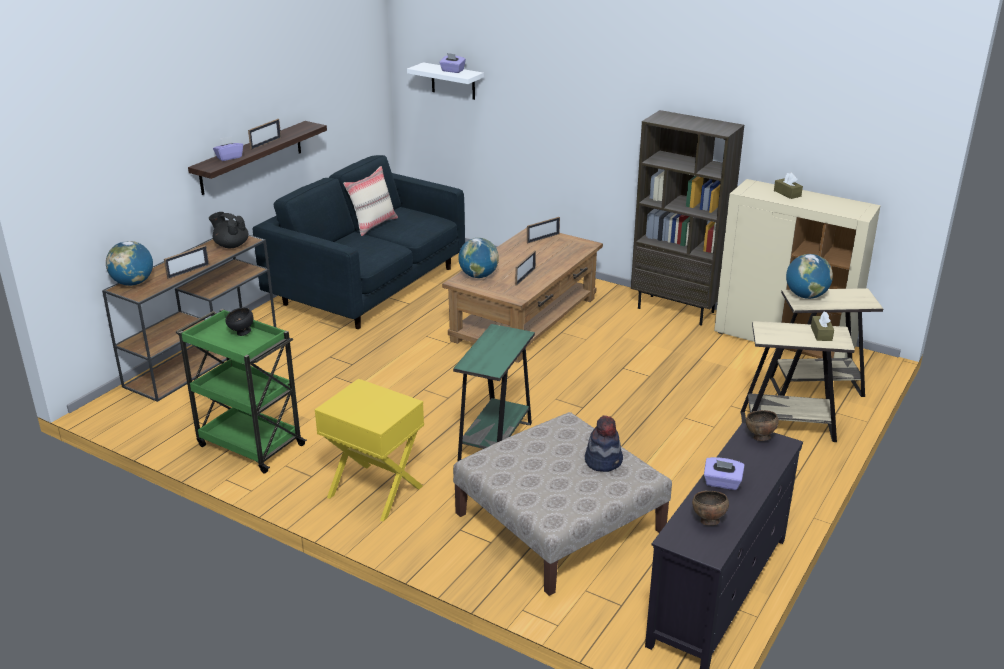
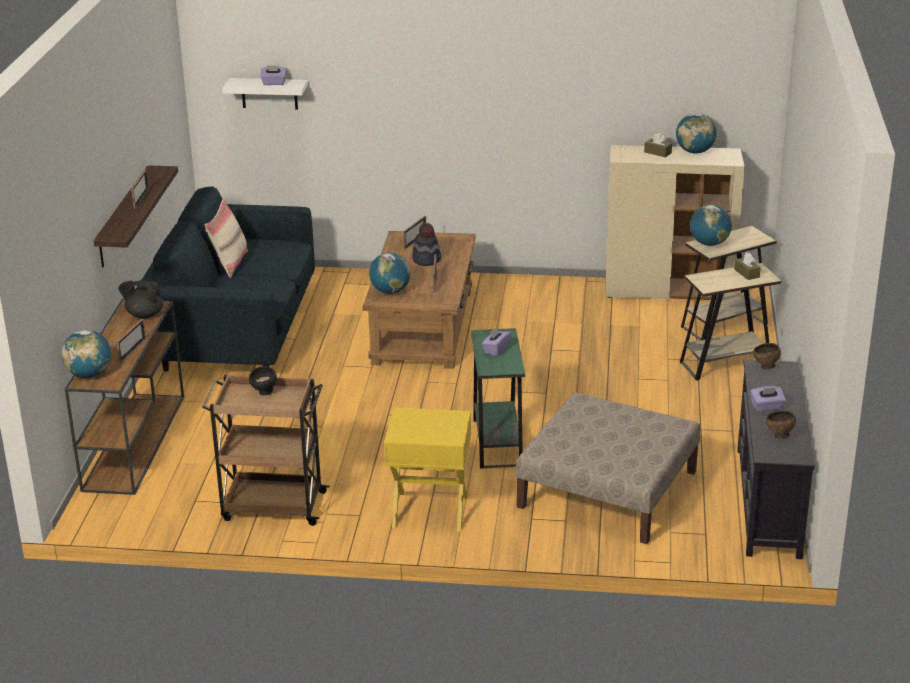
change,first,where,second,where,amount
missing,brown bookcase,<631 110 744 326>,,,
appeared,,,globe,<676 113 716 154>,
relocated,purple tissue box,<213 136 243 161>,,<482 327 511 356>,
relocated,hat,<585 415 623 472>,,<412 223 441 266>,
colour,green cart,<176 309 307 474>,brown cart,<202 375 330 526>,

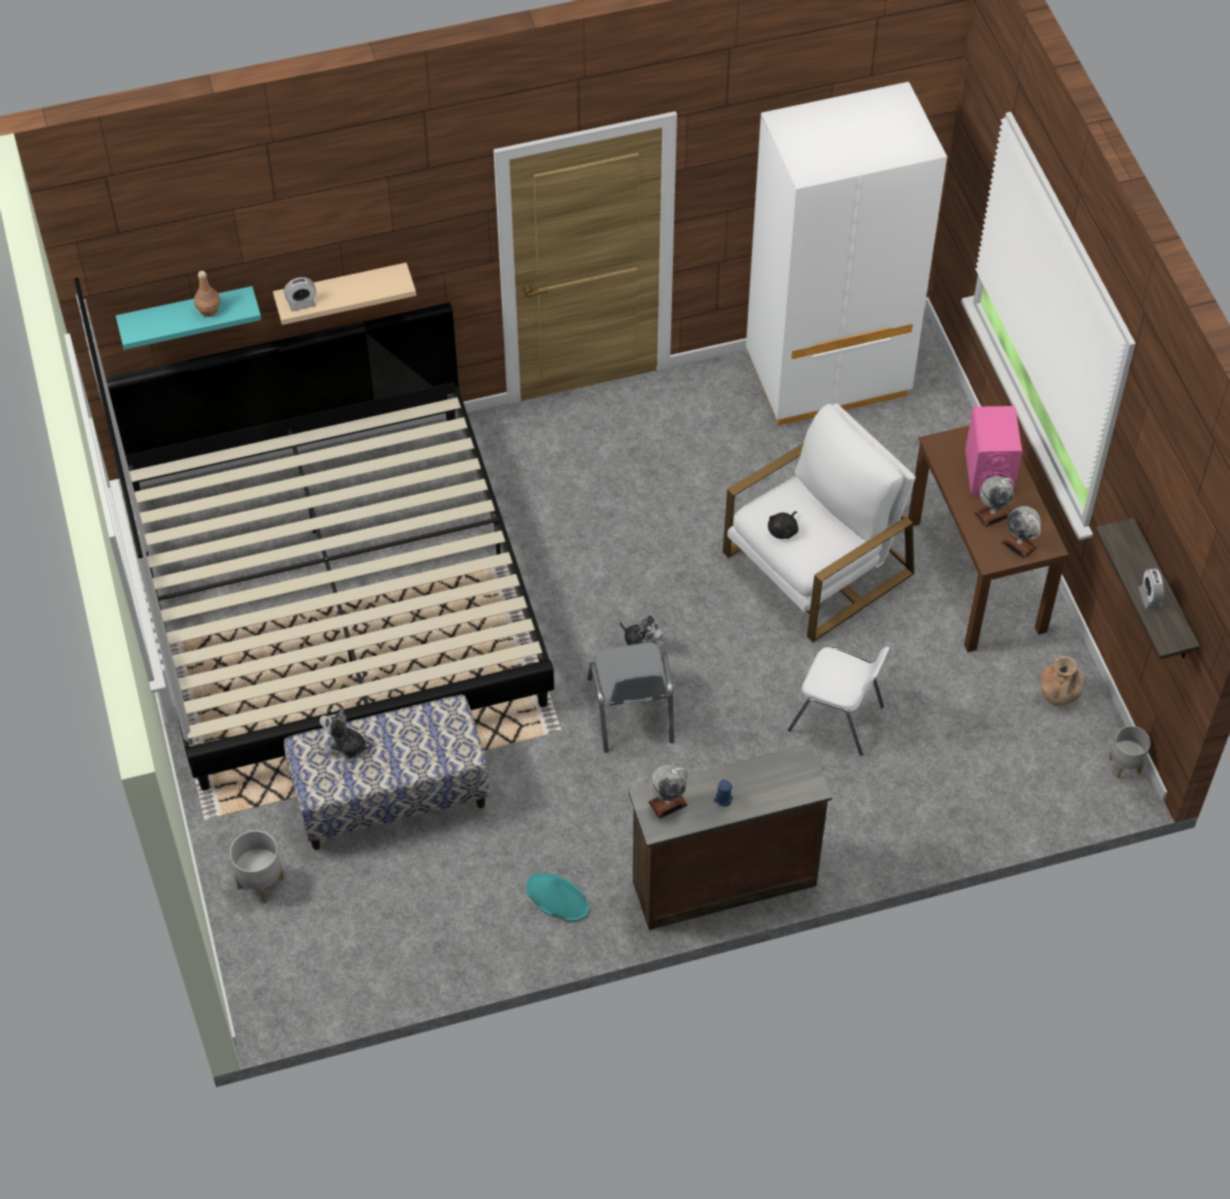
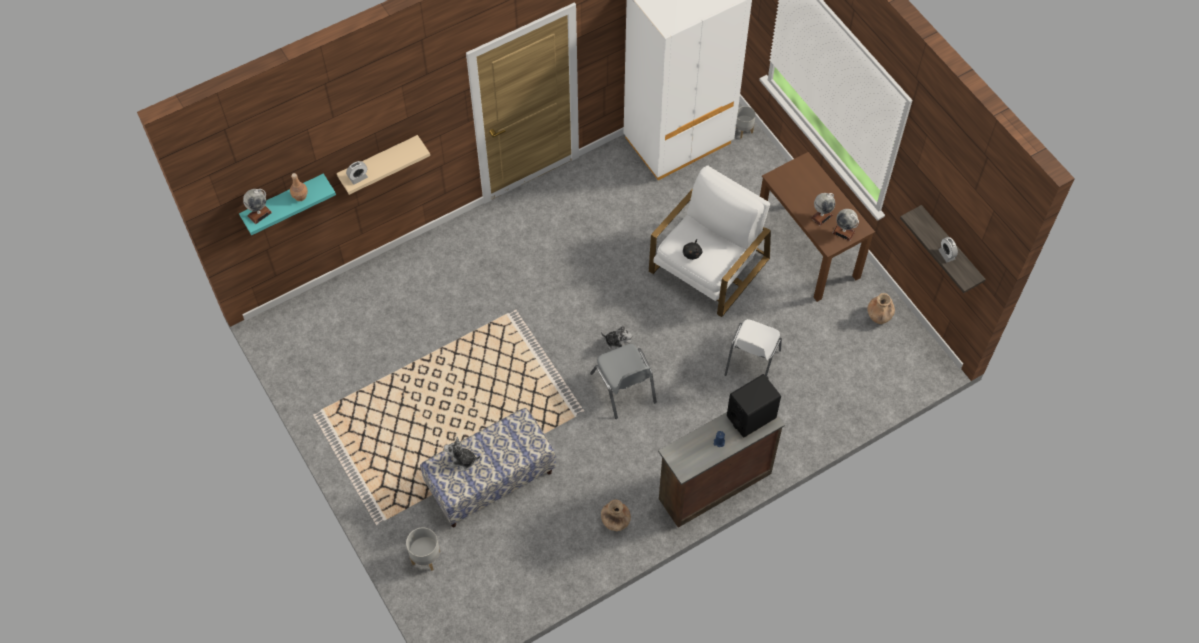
change,first,where,second,where,amount
missing,bed,<105 303 554 791>,,,
missing,pink speaker,<965 406 1022 496>,,,
appeared,,,black speaker,<727 374 781 438>,
relocated,globe,<648 765 688 819>,,<243 189 272 224>,
relocated,grey planter,<1109 726 1151 779>,,<736 106 756 139>,
exchanged,turquoise hat,<526 873 589 922>,brown vase,<601 500 631 532>,
spun,white chair,<788 647 889 756>,,<725 319 782 377>,105 degrees clockwise

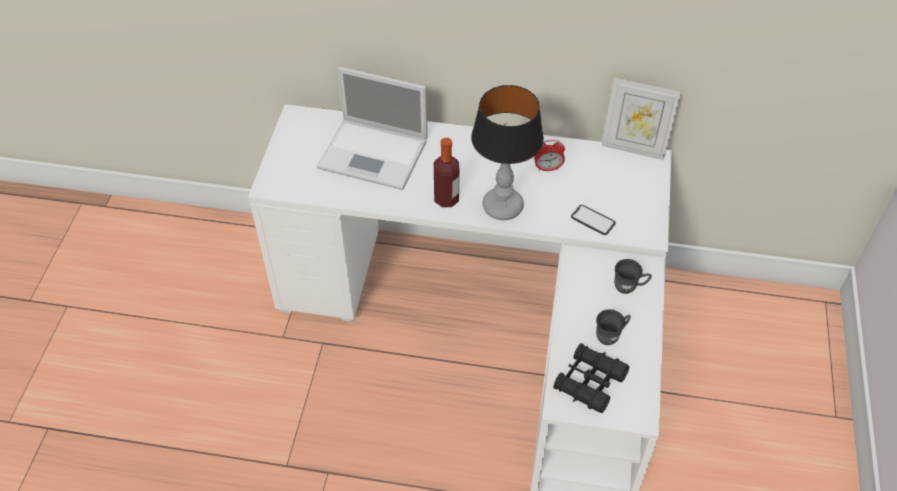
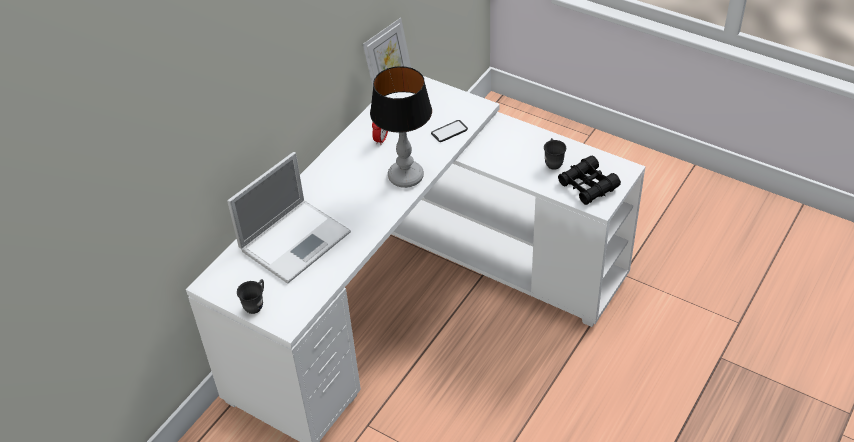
change,first,where,second,where,amount
missing,bottle,<434 138 459 207>,,,
relocated,grey mug,<614 259 652 294>,,<237 279 264 314>,

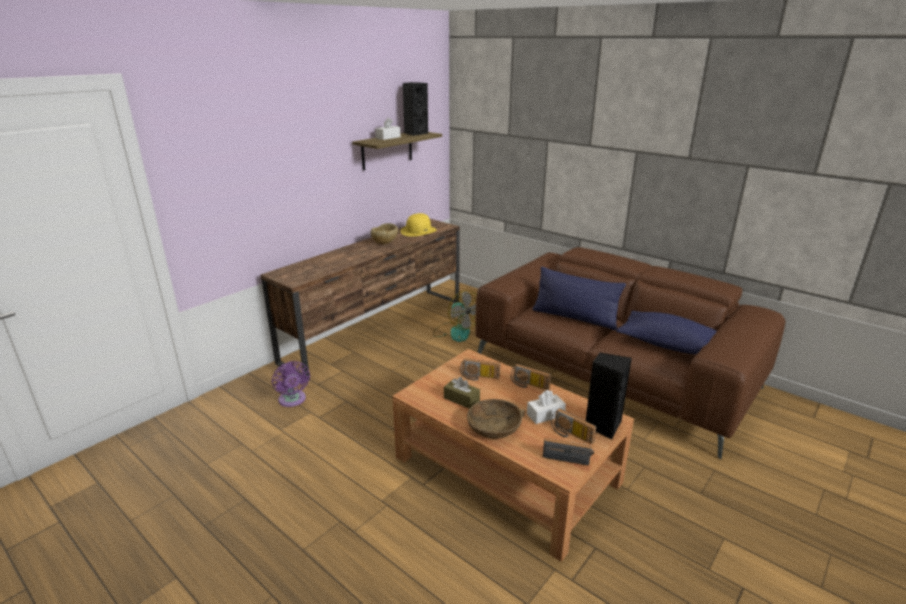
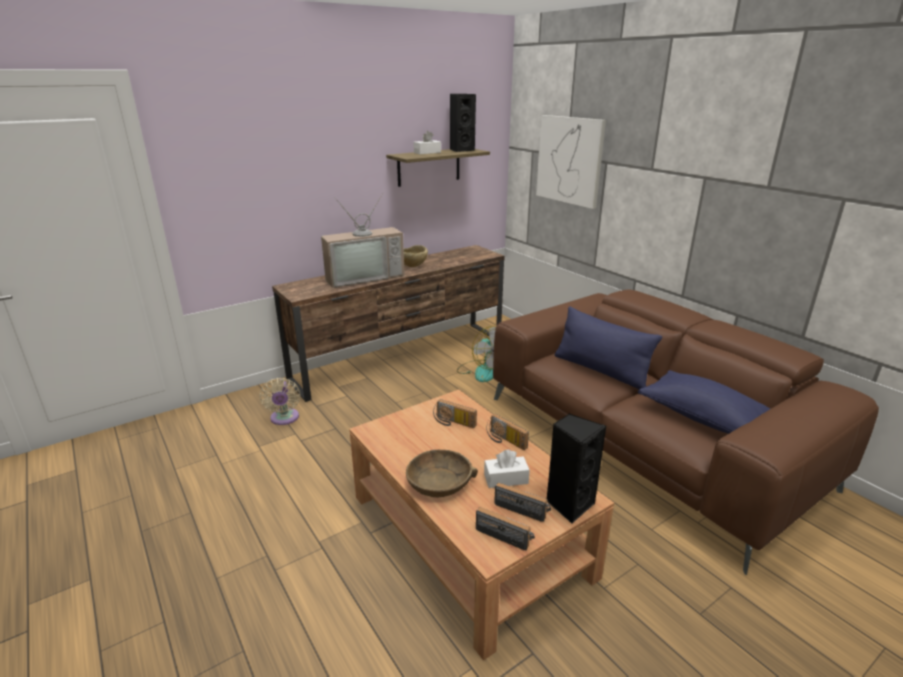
change,first,where,second,where,amount
missing,yellow hat,<400 213 437 237>,,,
missing,brown tissue box,<444 377 480 409>,,,
appeared,,,television,<321 193 405 288>,
appeared,,,picture,<536 115 606 209>,
colour,purple fan,<272 361 310 407>,beige fan,<259 378 301 425>,
spun,radio,<551 408 596 444>,,<494 483 551 522>,150 degrees clockwise

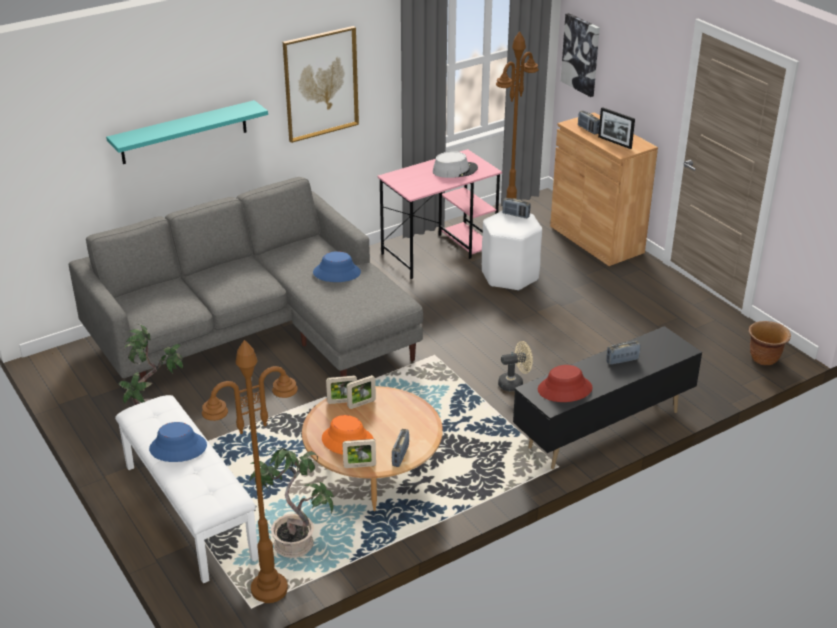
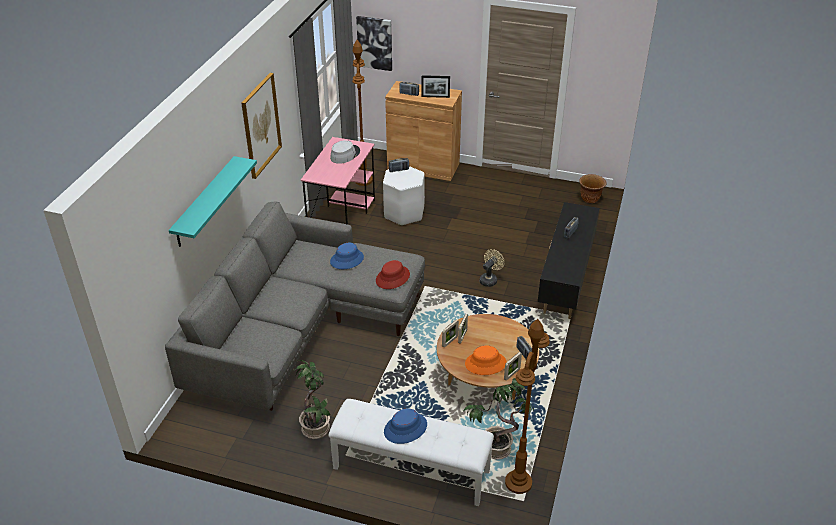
change,first,where,second,where,amount
relocated,red hat,<538 365 593 402>,,<376 260 410 289>,

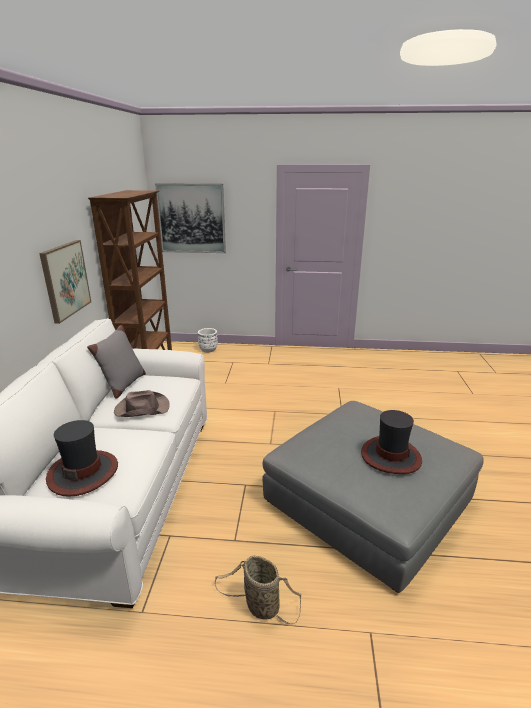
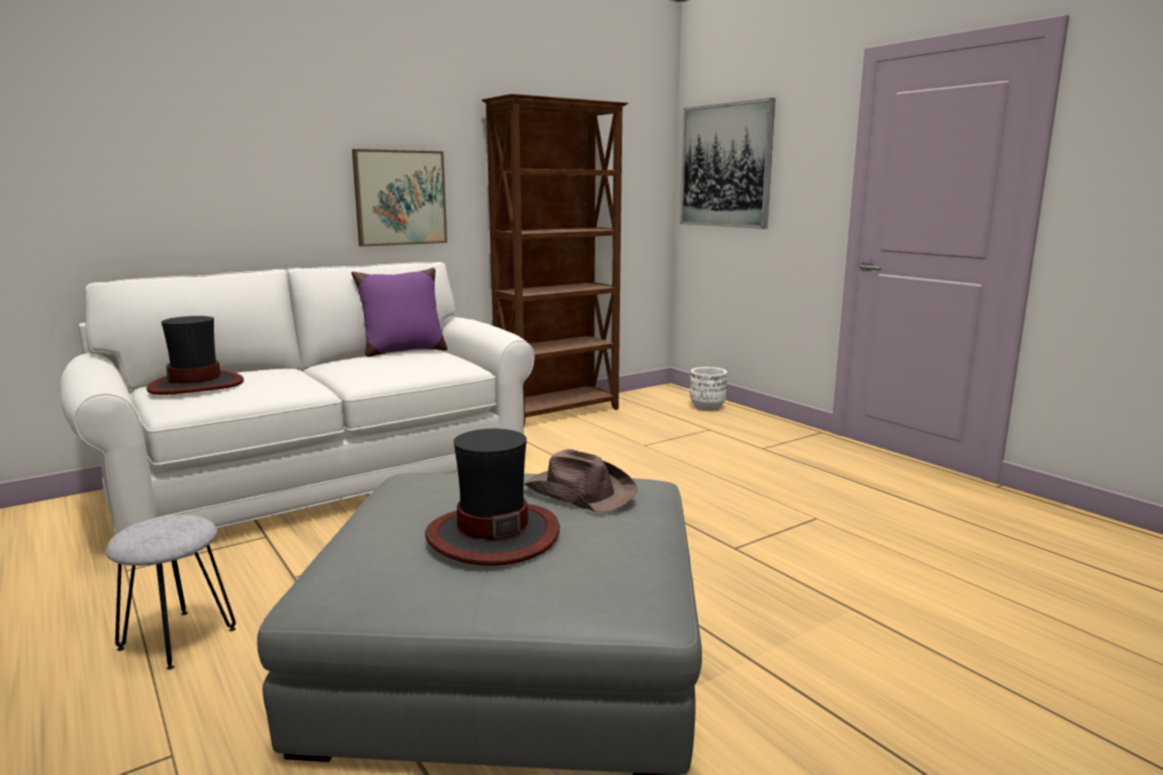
change,first,where,second,where,amount
relocated,brown hat,<114 390 170 417>,,<524 449 638 513>,
exchanged,basket,<215 555 301 625>,grey stool,<105 515 236 670>,
colour,grey pillow,<87 325 146 399>,purple pillow,<351 267 447 357>,

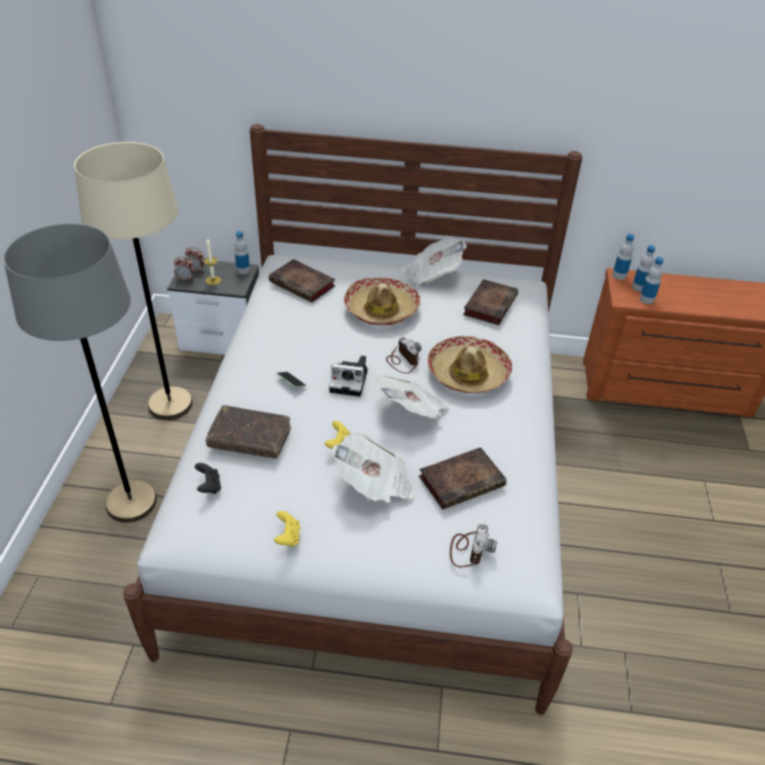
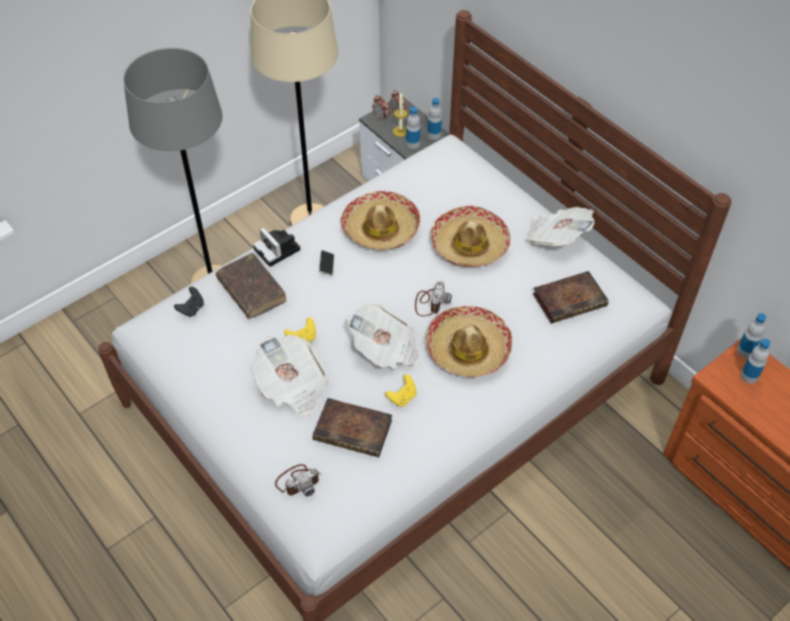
change,first,where,second,where,amount
missing,book,<269 259 335 302>,,,
appeared,,,hat,<341 191 421 250>,
relocated,yellow game controller,<274 511 300 547>,,<385 374 417 407>,
relocated,photo camera,<329 355 368 397>,,<253 227 301 267>,
relocated,bottle,<639 257 664 304>,,<406 107 420 149>,

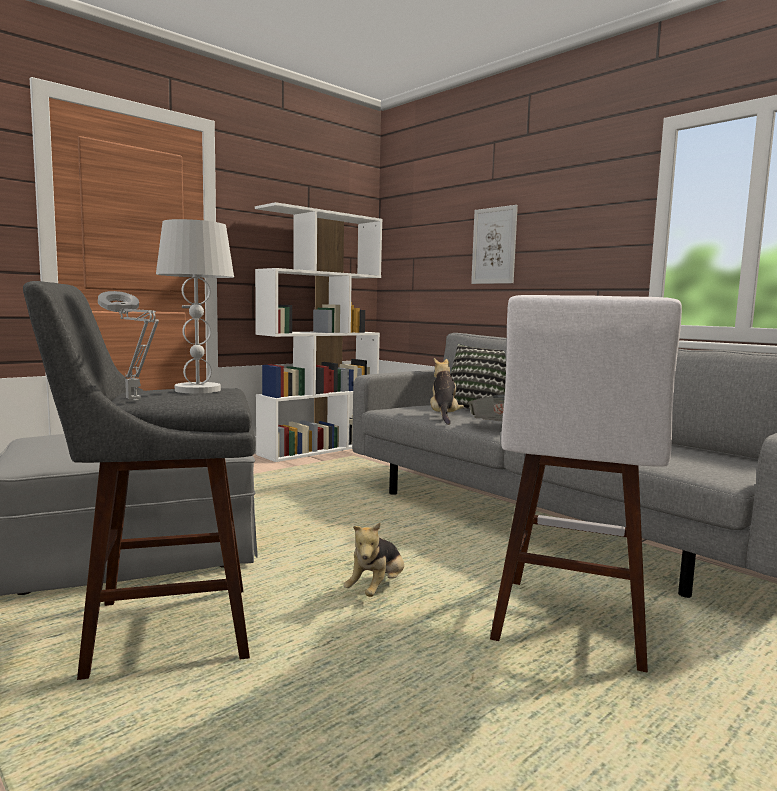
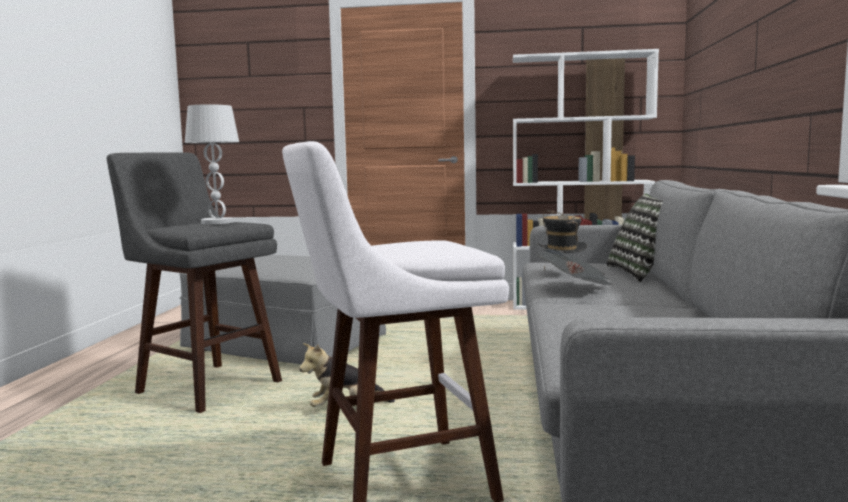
change,first,where,second,where,amount
missing,grey table lamp,<98 291 159 400>,,,
missing,picture,<471 205 518 284>,,,
exchanged,plush toy,<430 358 464 425>,hat,<537 211 587 269>,

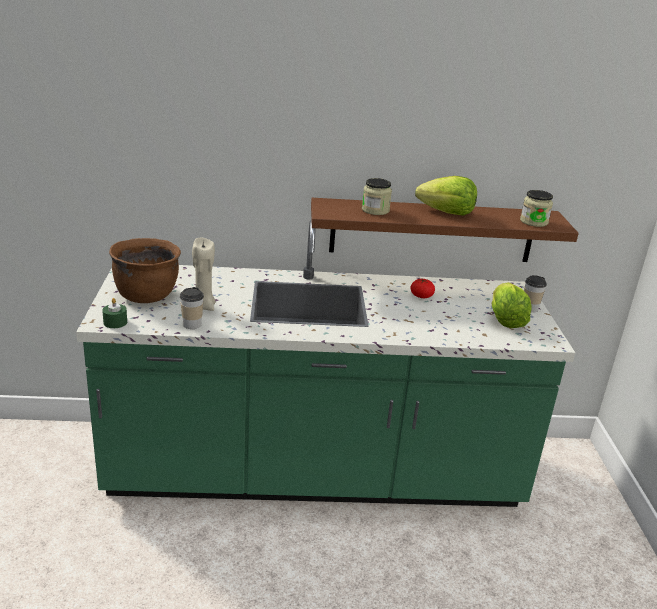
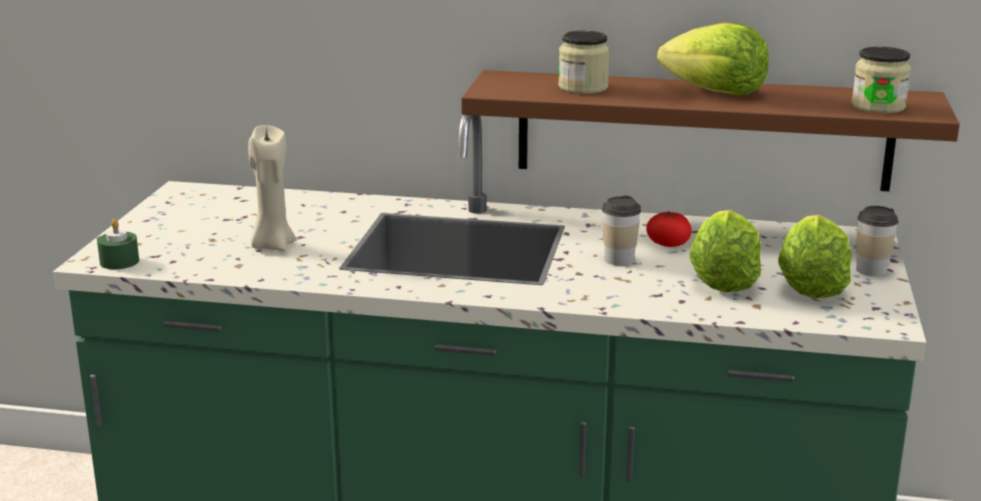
change,first,where,second,where,amount
missing,brown cooking pot,<109 238 181 303>,,,
appeared,,,lettuce,<690 210 761 292>,
relocated,cup,<180 287 204 329>,,<602 195 641 266>,

